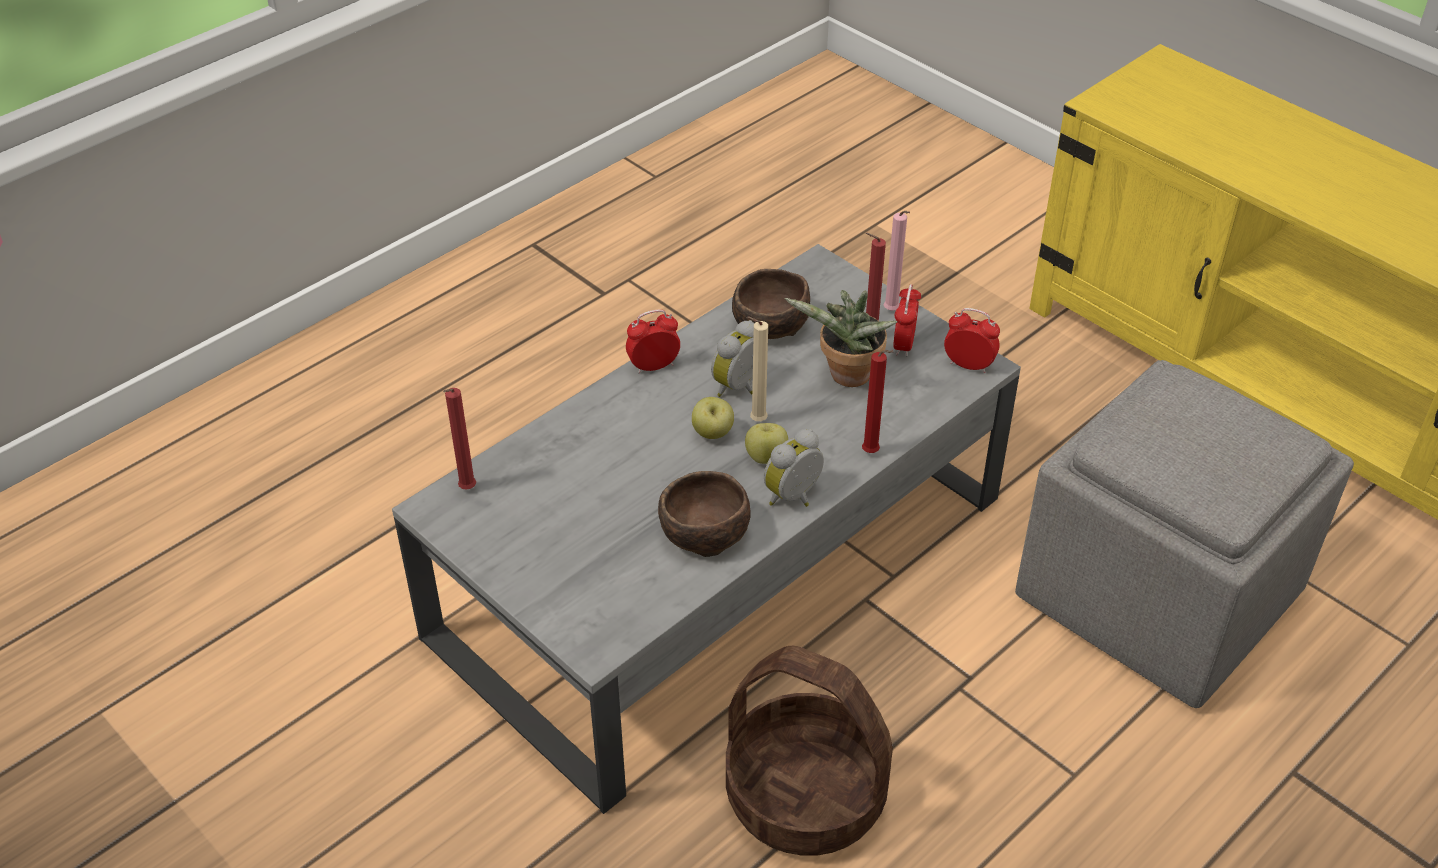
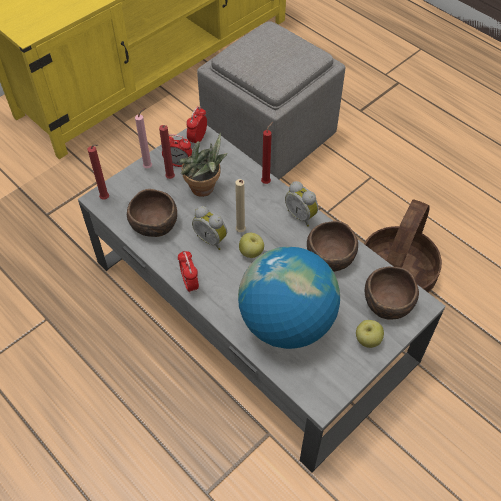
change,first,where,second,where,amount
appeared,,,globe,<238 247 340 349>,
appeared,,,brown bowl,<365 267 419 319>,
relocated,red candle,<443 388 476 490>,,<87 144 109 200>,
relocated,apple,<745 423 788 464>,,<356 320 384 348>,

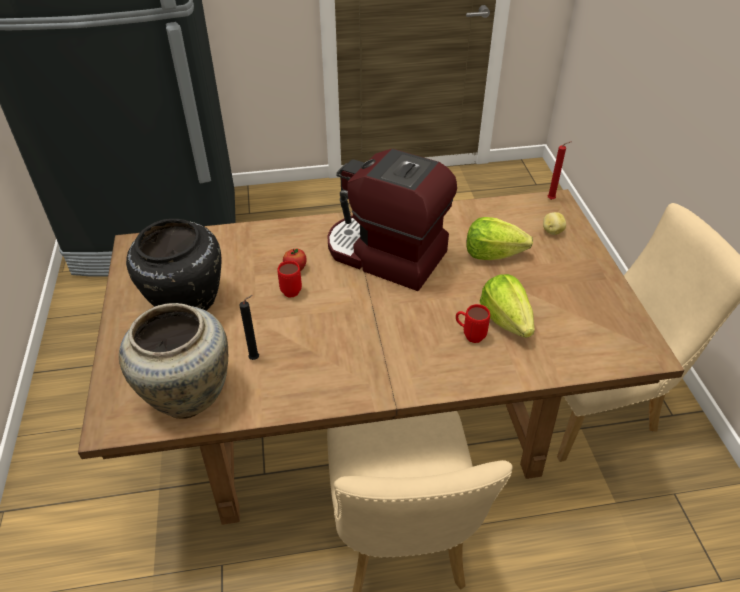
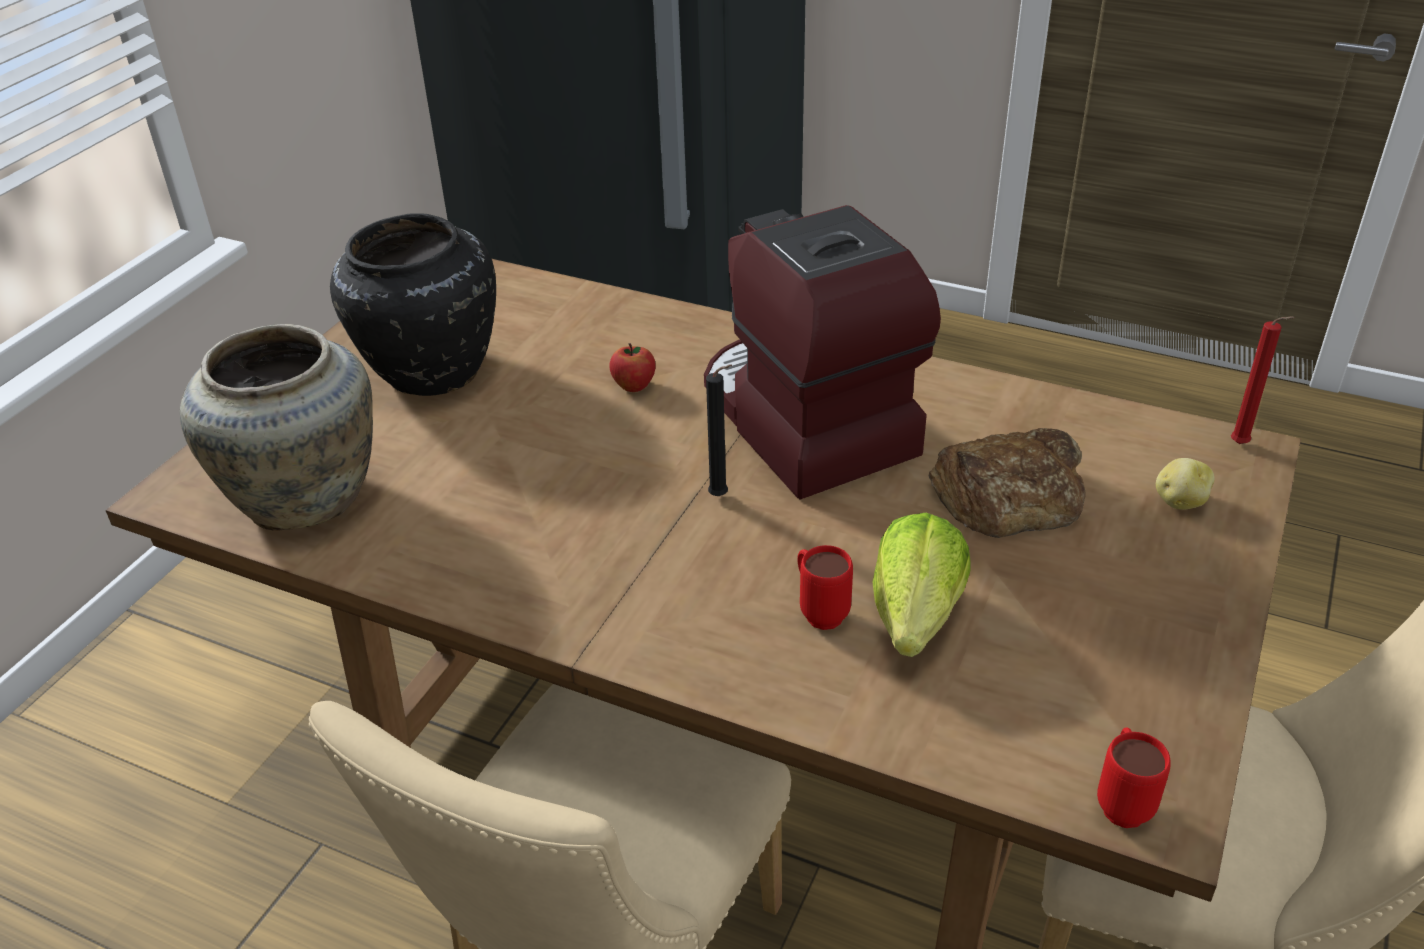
change,first,where,second,where,amount
relocated,black candle,<240 295 259 360>,,<706 364 732 496>,
relocated,red mug,<277 261 302 298>,,<1097 727 1171 828>,
exchanged,lettuce,<466 217 533 260>,bread,<928 428 1085 538>,

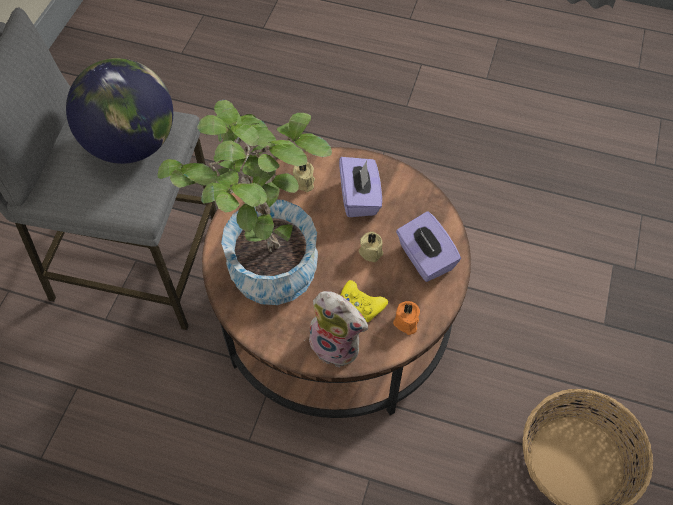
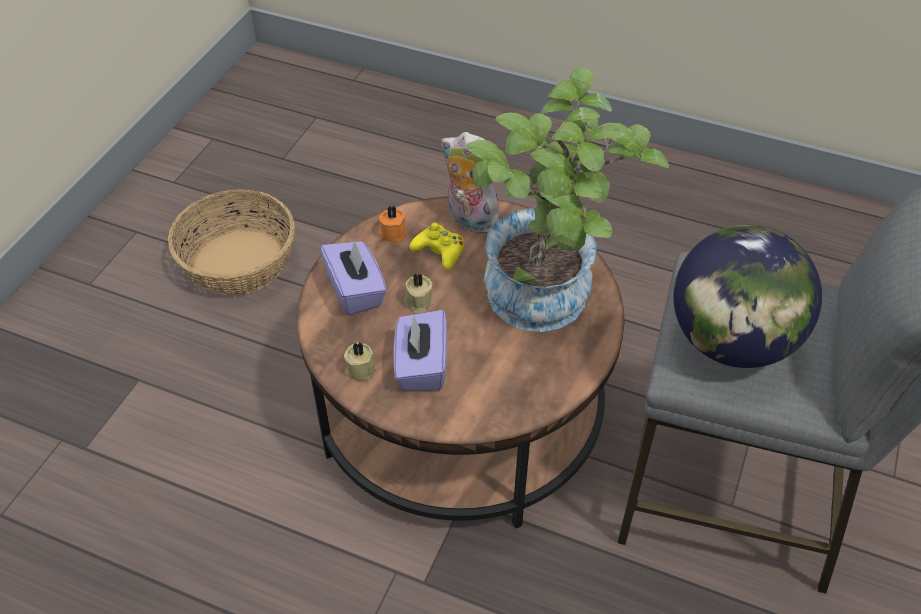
change,first,where,second,where,amount
relocated,beige candle,<293 162 315 192>,,<344 342 377 381>,

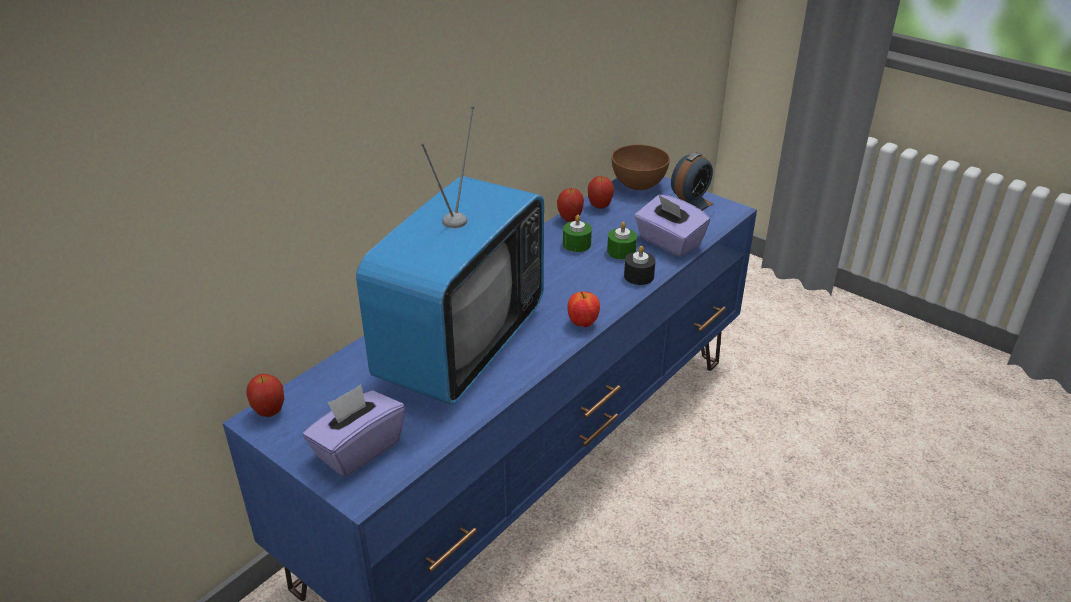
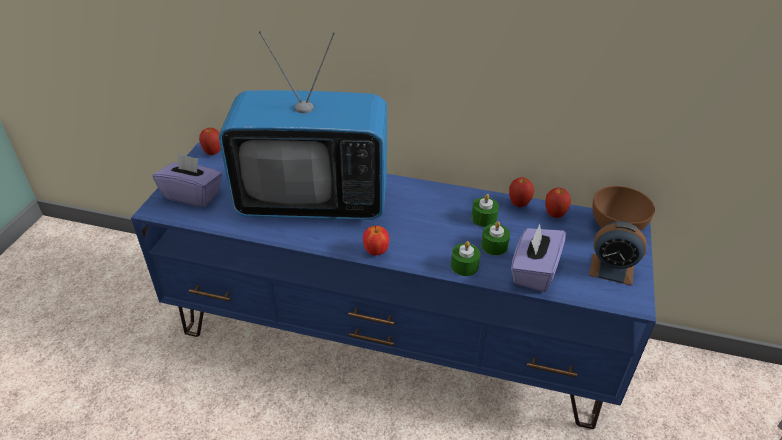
change,first,where,second,where,amount
colour,black candle,<624 246 656 285>,green candle,<451 241 480 276>,

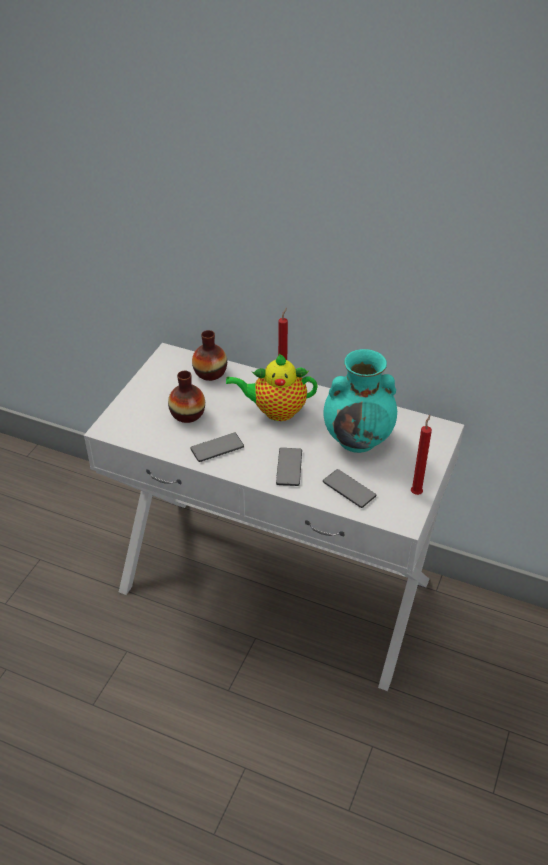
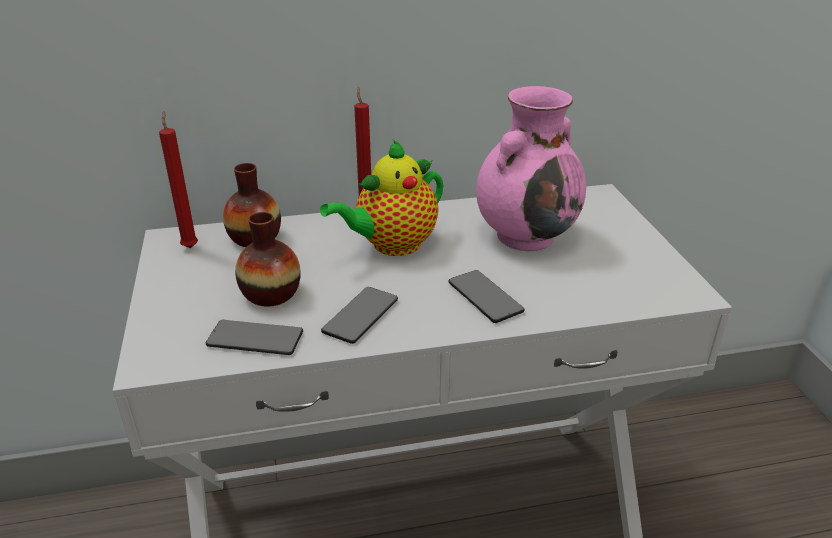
change,first,where,second,where,amount
relocated,phone,<323 469 376 508>,,<206 320 303 355>,
relocated,red candle,<411 415 432 495>,,<159 111 198 248>,
colour,turquoise vase,<324 349 397 453>,pink vase,<476 86 586 251>,

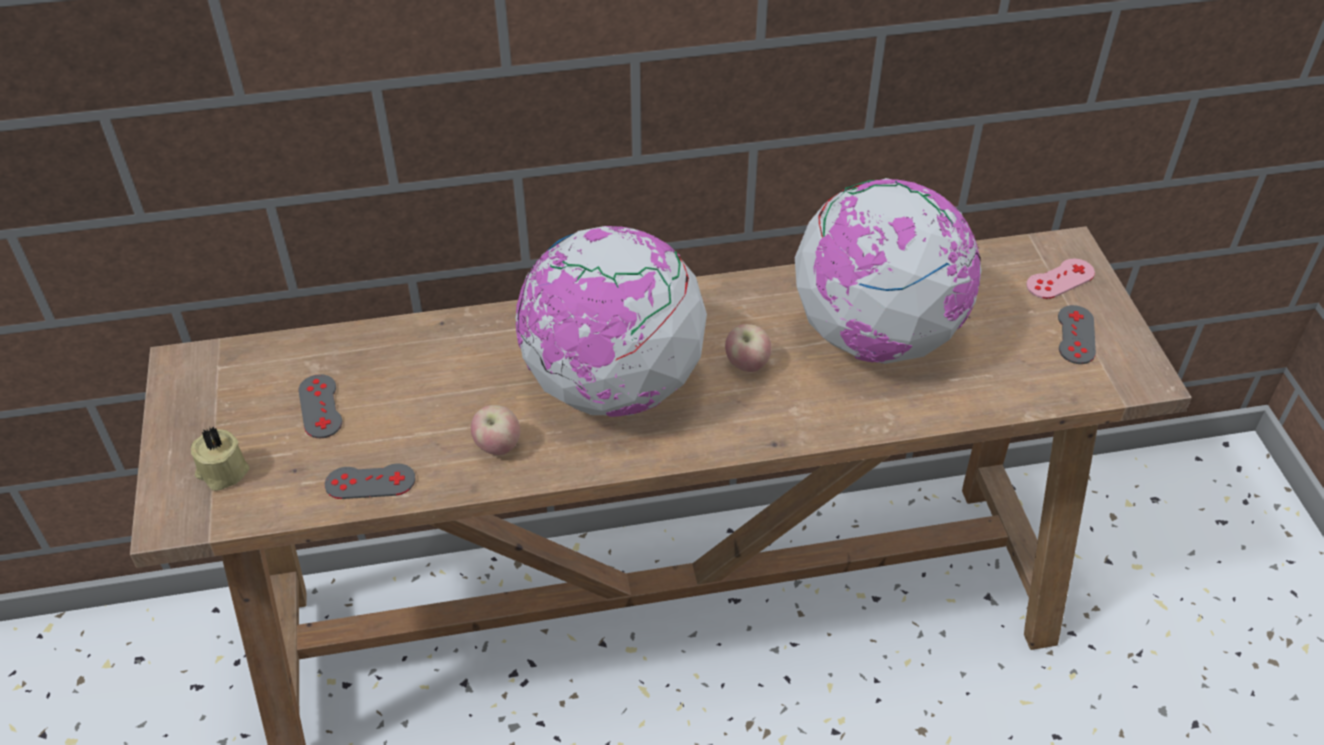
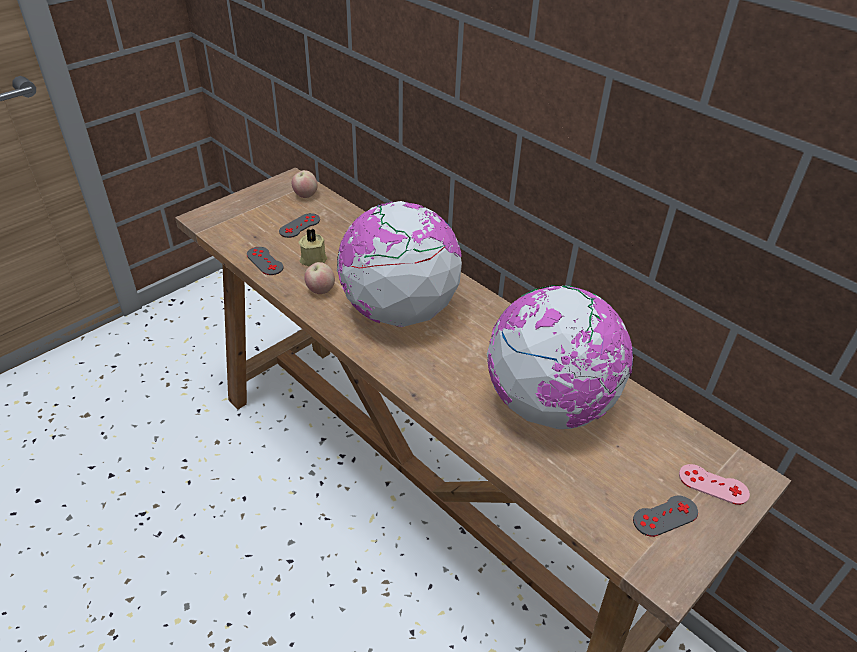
change,first,where,second,where,amount
relocated,beige candle,<190 426 249 491>,,<299 228 327 267>,
relocated,apple,<725 324 772 372>,,<292 170 318 198>,

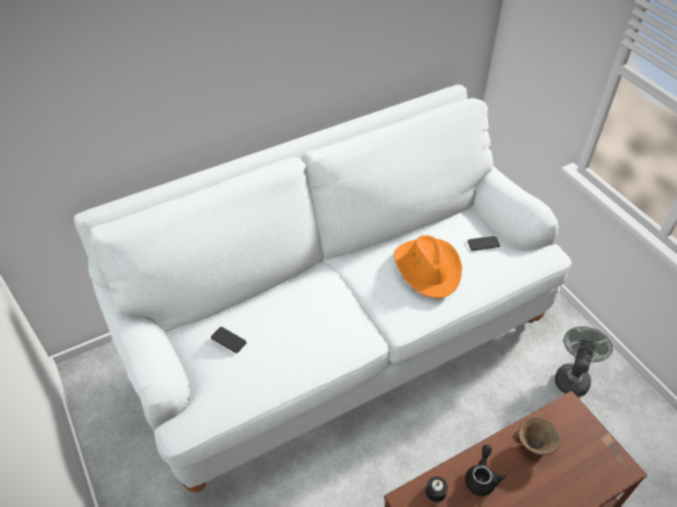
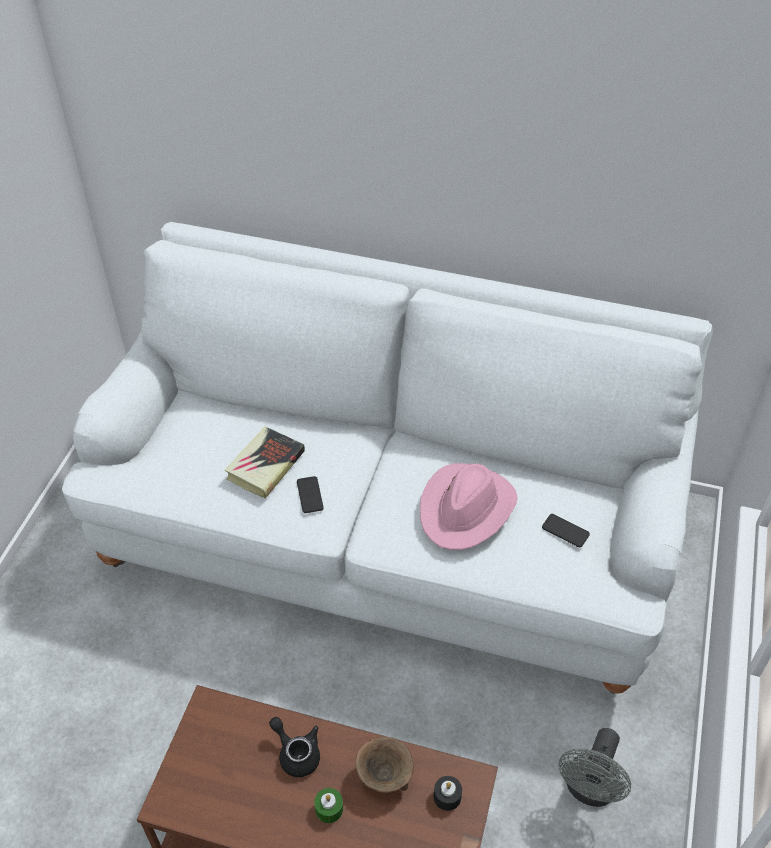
change,first,where,second,where,amount
appeared,,,book,<225 426 305 499>,
appeared,,,green candle,<314 788 343 823>,
relocated,phone,<211 327 246 353>,,<297 476 324 513>,
relocated,black candle,<426 476 448 502>,,<434 776 462 811>,
colour,orange hat,<394 235 462 298>,pink hat,<420 463 518 550>,
spun,black teapot,<465 445 506 496>,,<269 717 320 777>,105 degrees counterclockwise
spun,grey fan,<555 326 613 397>,,<559 728 631 807>,135 degrees clockwise

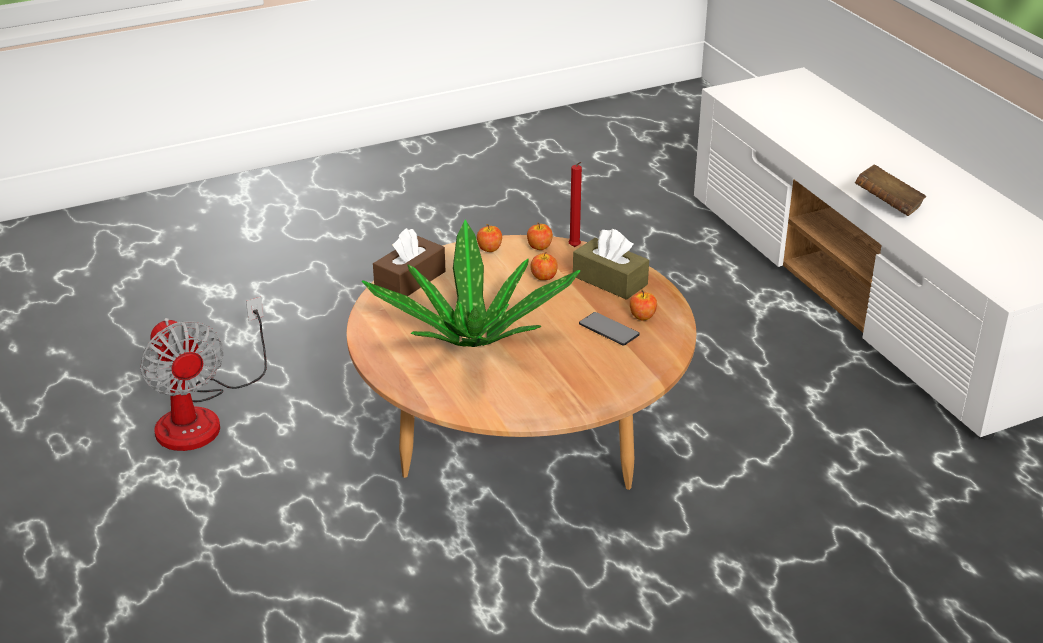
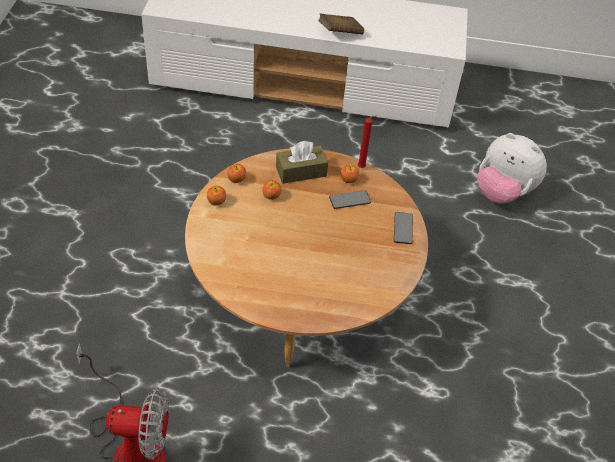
change,first,where,second,where,amount
missing,potted plant,<362 220 580 347>,,,
missing,brown tissue box,<373 228 446 296>,,,
appeared,,,phone,<394 212 413 244>,
appeared,,,plush toy,<477 133 547 203>,
relocated,red candle,<569 162 582 247>,,<358 115 377 168>,

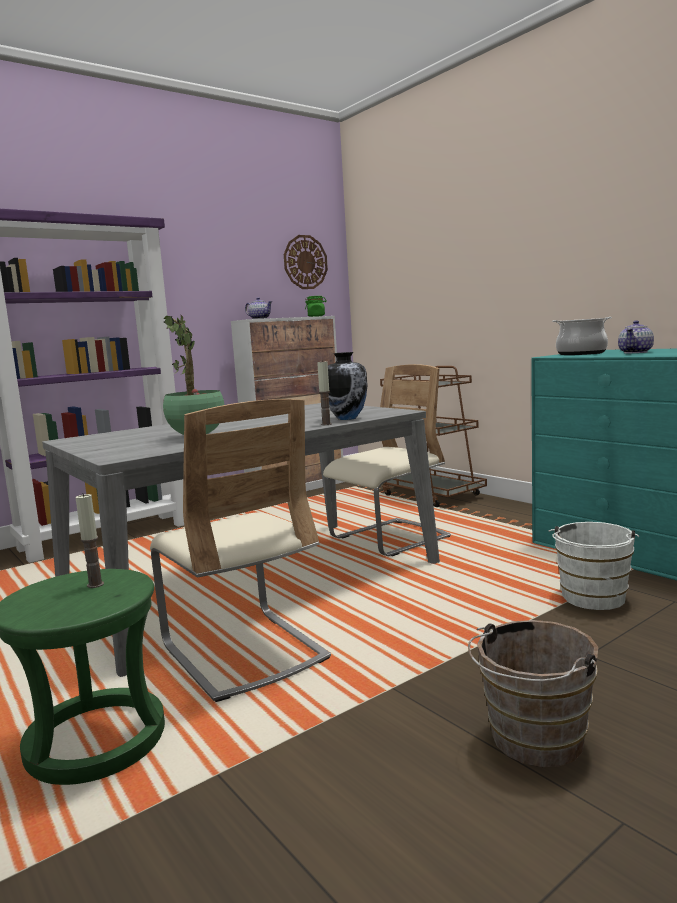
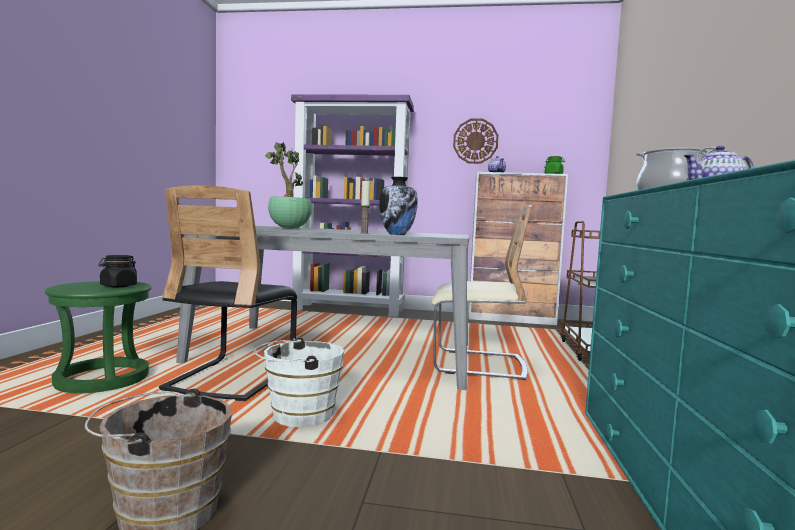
change,first,where,second,where,amount
relocated,wall clock,<284 235 328 289>,,<453 118 499 164>,
relocated,white bucket,<549 522 639 610>,,<254 337 344 427>,
exchanged,candle,<75 493 104 588>,black jar,<99 255 137 287>,
colour,beige chair,<150 399 331 702>,black chair,<159 185 297 401>,

